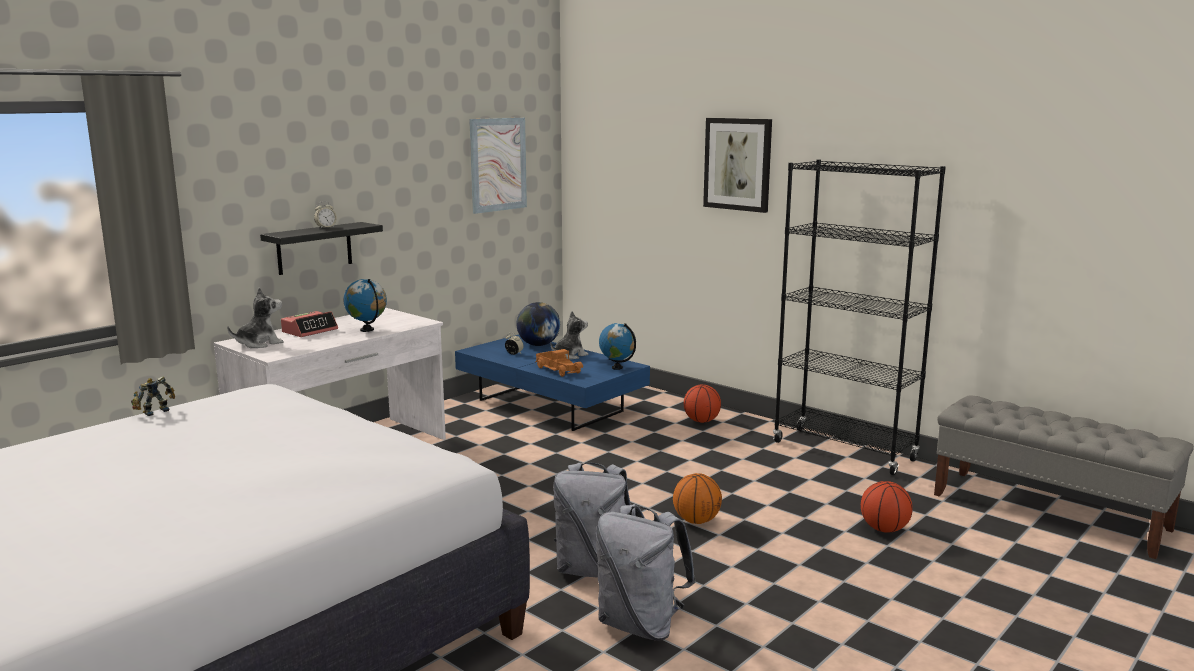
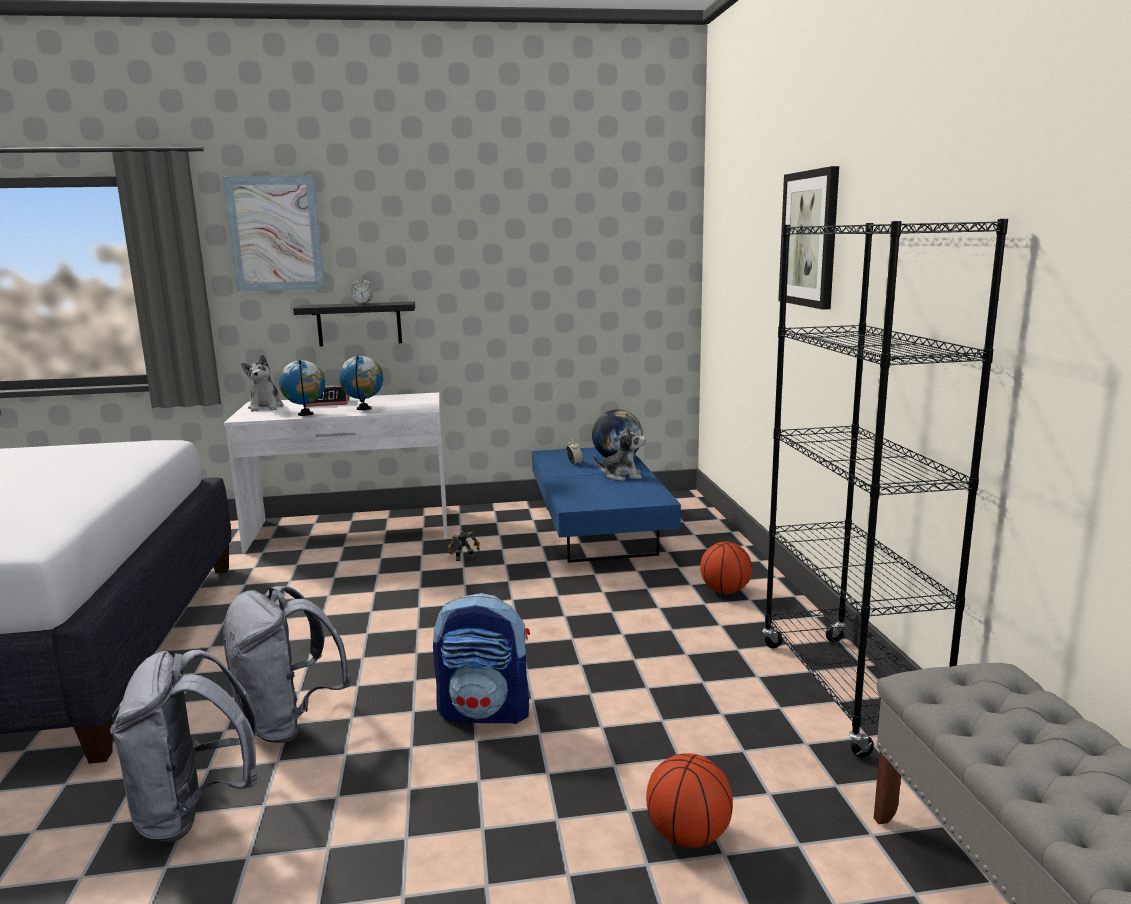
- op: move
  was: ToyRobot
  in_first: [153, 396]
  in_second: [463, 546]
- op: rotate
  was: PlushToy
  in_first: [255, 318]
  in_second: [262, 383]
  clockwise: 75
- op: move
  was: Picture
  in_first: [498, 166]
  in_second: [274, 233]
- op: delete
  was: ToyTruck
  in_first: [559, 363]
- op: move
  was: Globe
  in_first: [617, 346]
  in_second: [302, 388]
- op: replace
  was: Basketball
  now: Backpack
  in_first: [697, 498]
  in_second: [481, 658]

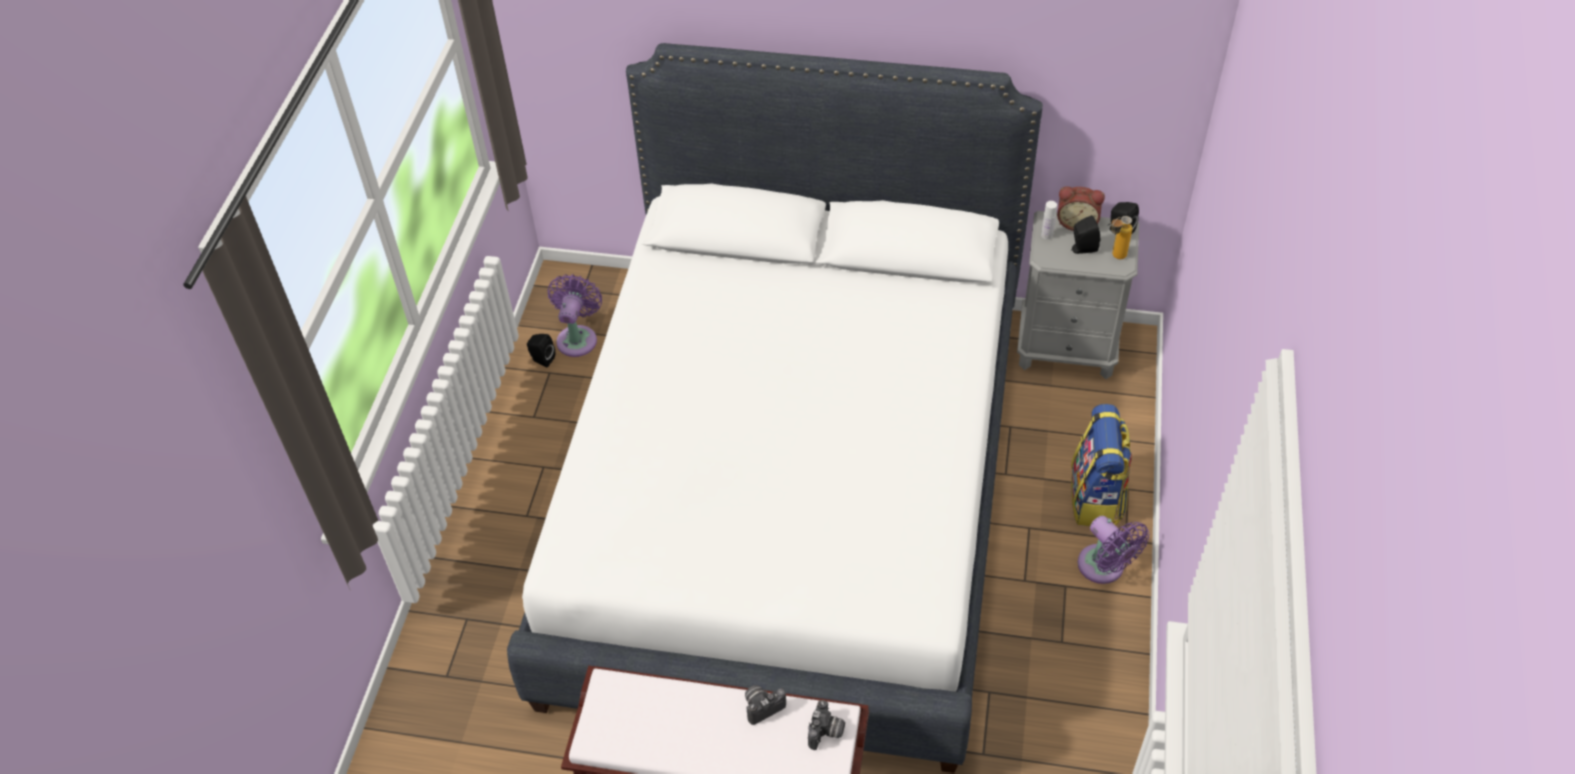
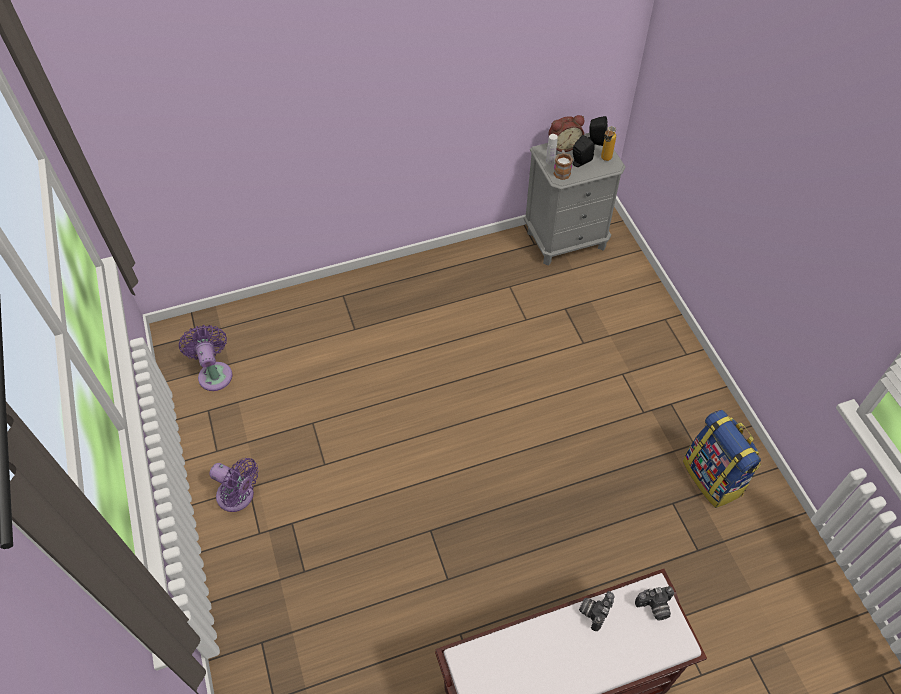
- op: delete
  was: WhiteBed
  in_first: [775, 408]
- op: delete
  was: BlackSpeaker
  in_first: [541, 350]
- op: rotate
  was: PhotoCamera
  in_first: [826, 725]
  in_second: [654, 603]
  clockwise: 90
- op: move
  was: Backpack
  in_first: [1101, 465]
  in_second: [722, 459]
- op: move
  was: PurpleFan
  in_first: [1113, 550]
  in_second: [233, 485]
- op: insert
  now: Mug
  in_second: [563, 165]

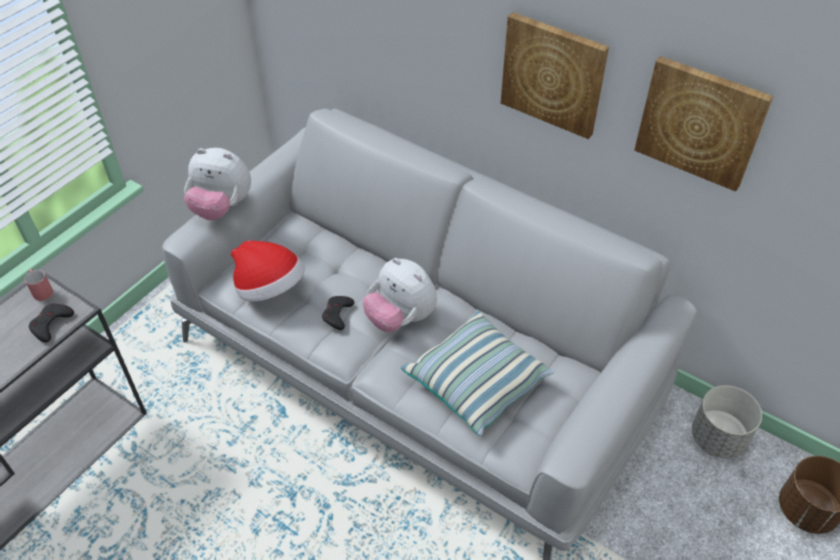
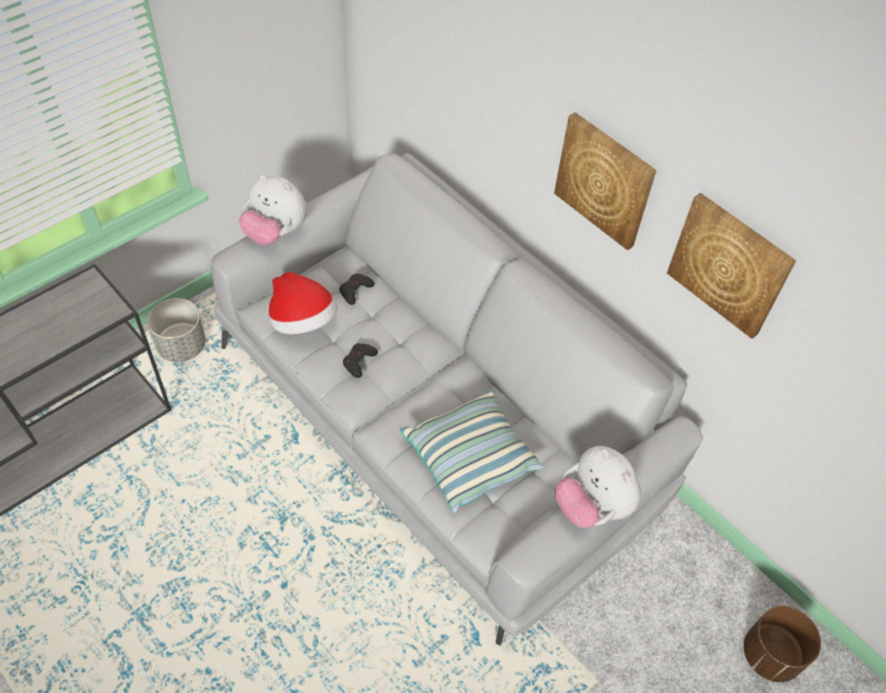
- op: delete
  was: RedMug
  in_first: [38, 285]
- op: move
  was: BlackGameController
  in_first: [51, 323]
  in_second: [357, 289]
- op: move
  was: PlushToy
  in_first: [400, 295]
  in_second: [598, 487]
- op: move
  was: GreyPlanter
  in_first: [727, 421]
  in_second: [176, 330]

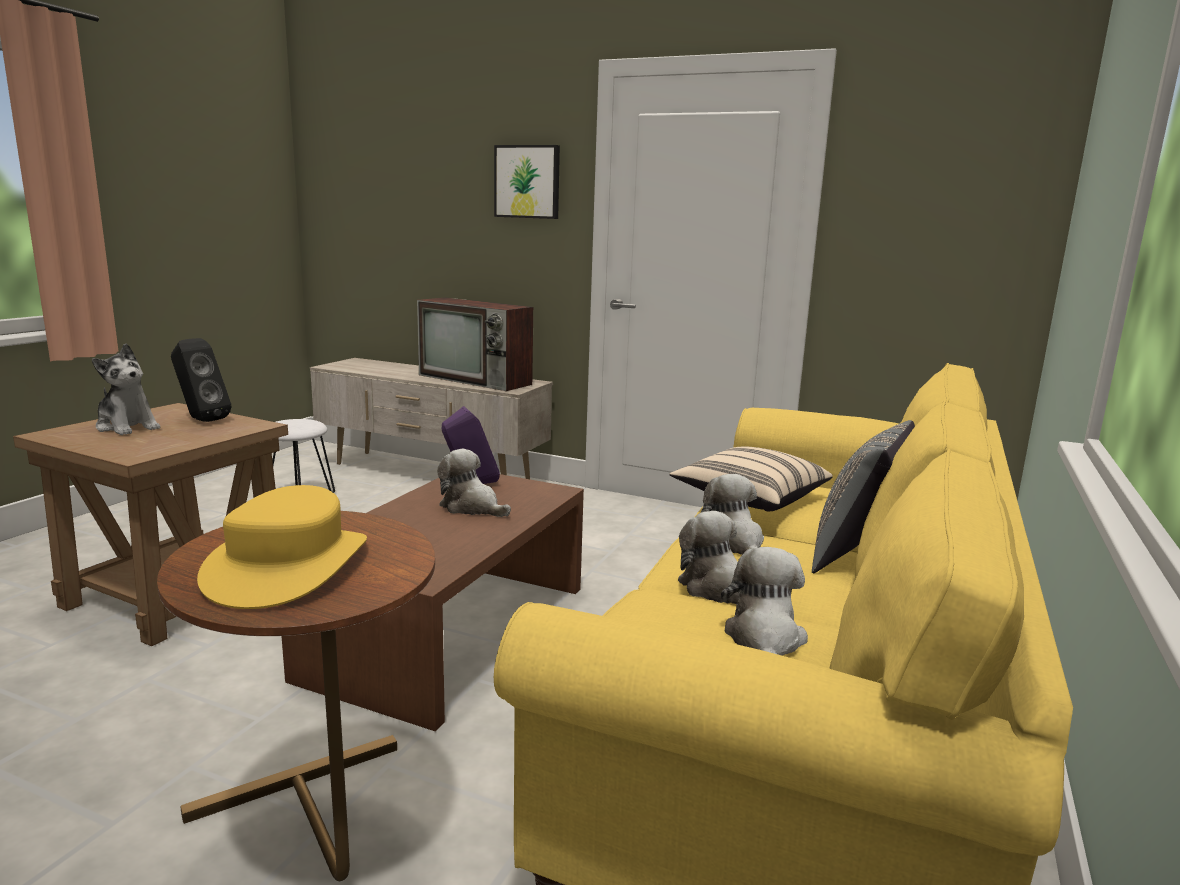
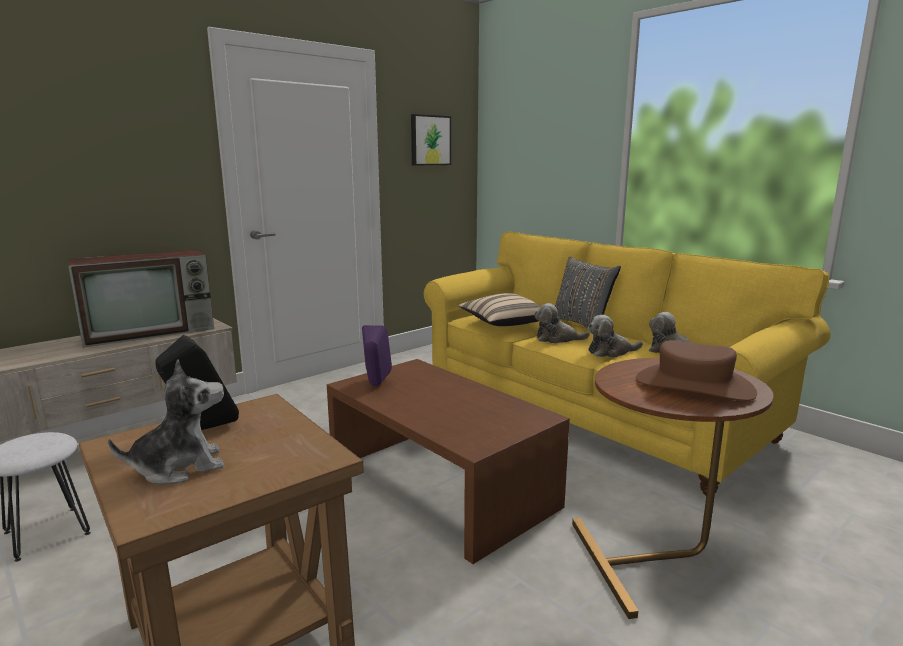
- op: recolor
  was: YellowHat
  now: BrownHat
  in_first: [282, 547]
  in_second: [696, 370]
- op: delete
  was: PlushToy
  in_first: [474, 483]
- op: move
  was: Picture
  in_first: [527, 182]
  in_second: [431, 139]

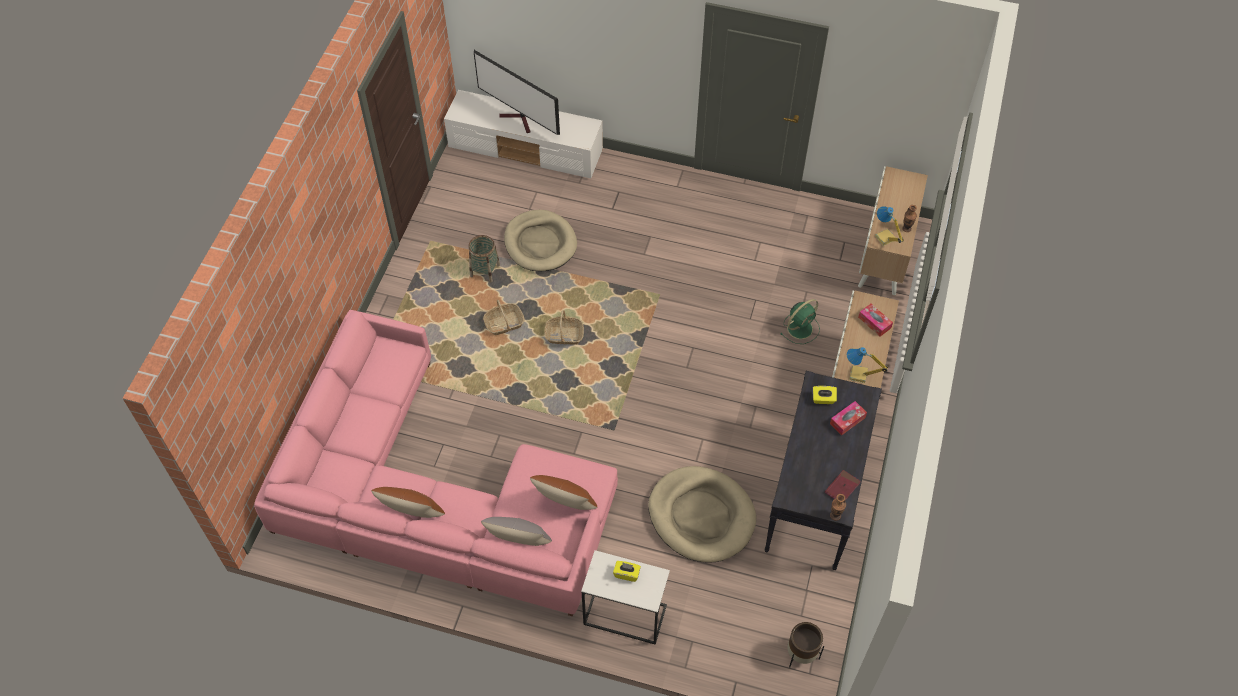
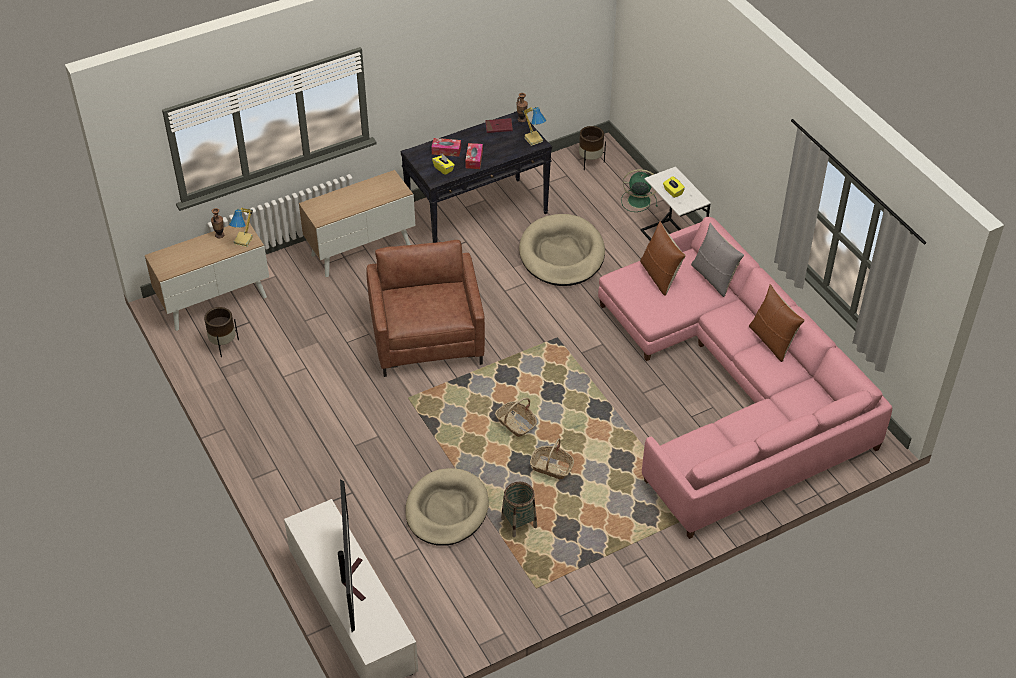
- op: move
  was: GreenFan
  in_first: [800, 321]
  in_second: [639, 190]
- op: move
  was: TableLamp
  in_first: [867, 365]
  in_second: [534, 126]
- op: move
  was: TissueBox
  in_first: [875, 320]
  in_second: [474, 156]
- op: insert
  now: BrownPlanter
  in_second: [221, 332]
- op: insert
  now: BrownArmchair
  in_second: [425, 308]

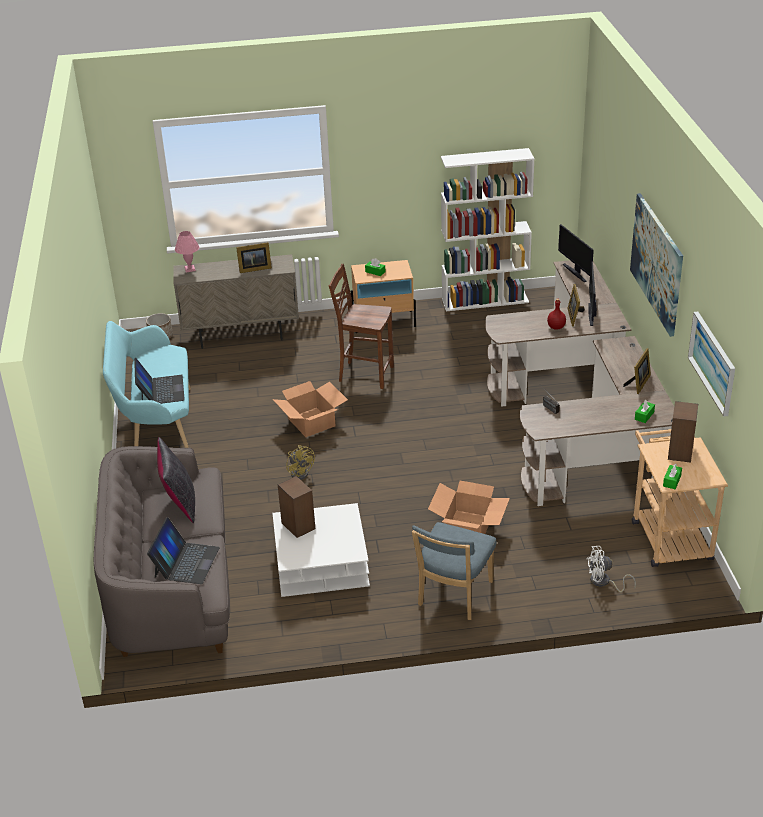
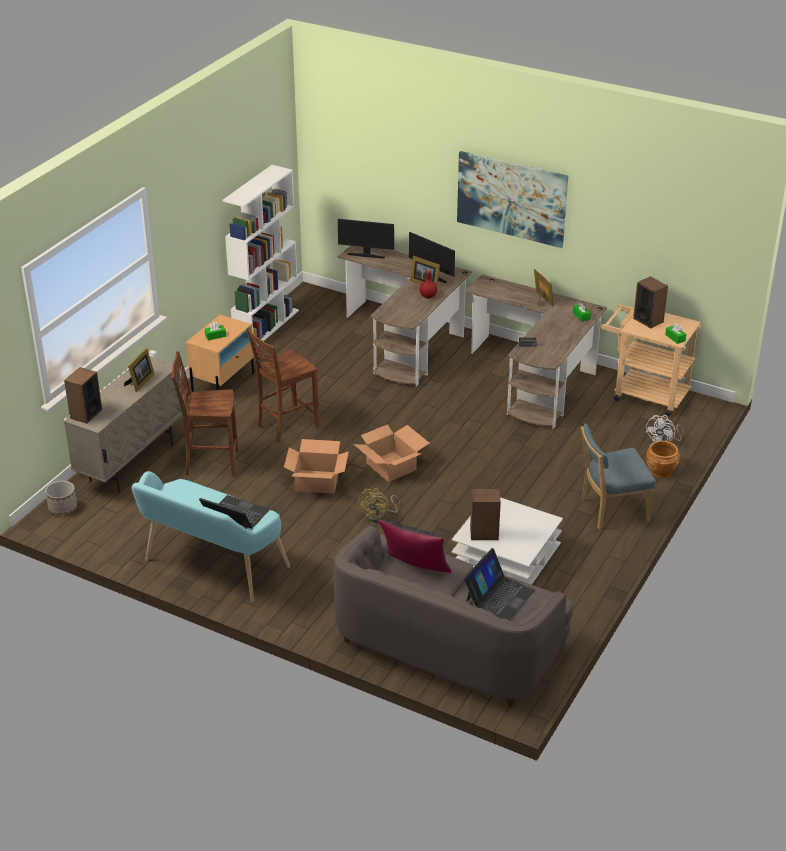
- op: rotate
  was: Laptop
  in_first: [183, 550]
  in_second: [499, 584]
  clockwise: 75
- op: replace
  was: PinkTableLamp
  now: Speaker
  in_first: [187, 252]
  in_second: [83, 395]
- op: rotate
  was: YellowFan
  in_first: [300, 462]
  in_second: [379, 505]
  clockwise: 105
- op: rotate
  was: BlueChair
  in_first: [454, 571]
  in_second: [618, 476]
  clockwise: 105
- op: move
  was: CardboardBox
  in_first: [469, 507]
  in_second: [392, 453]
- op: delete
  was: Picture
  in_first: [711, 364]
- op: insert
  now: BrownChair
  in_second: [205, 414]
- op: insert
  now: BrownPlanter
  in_second: [663, 459]

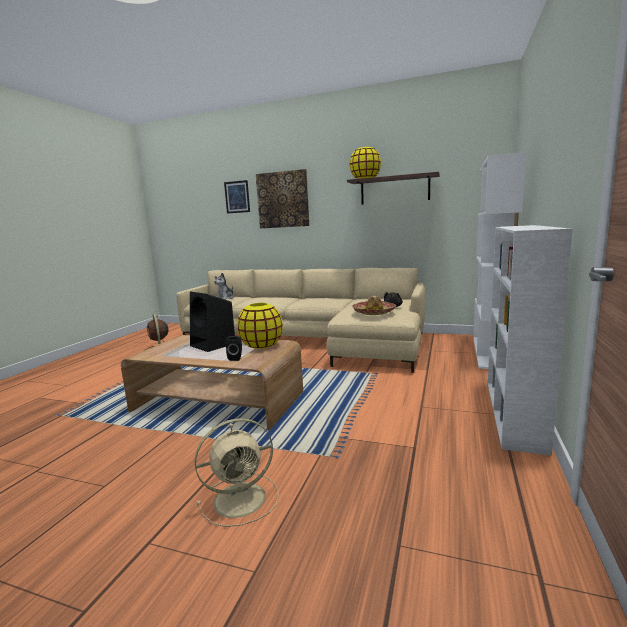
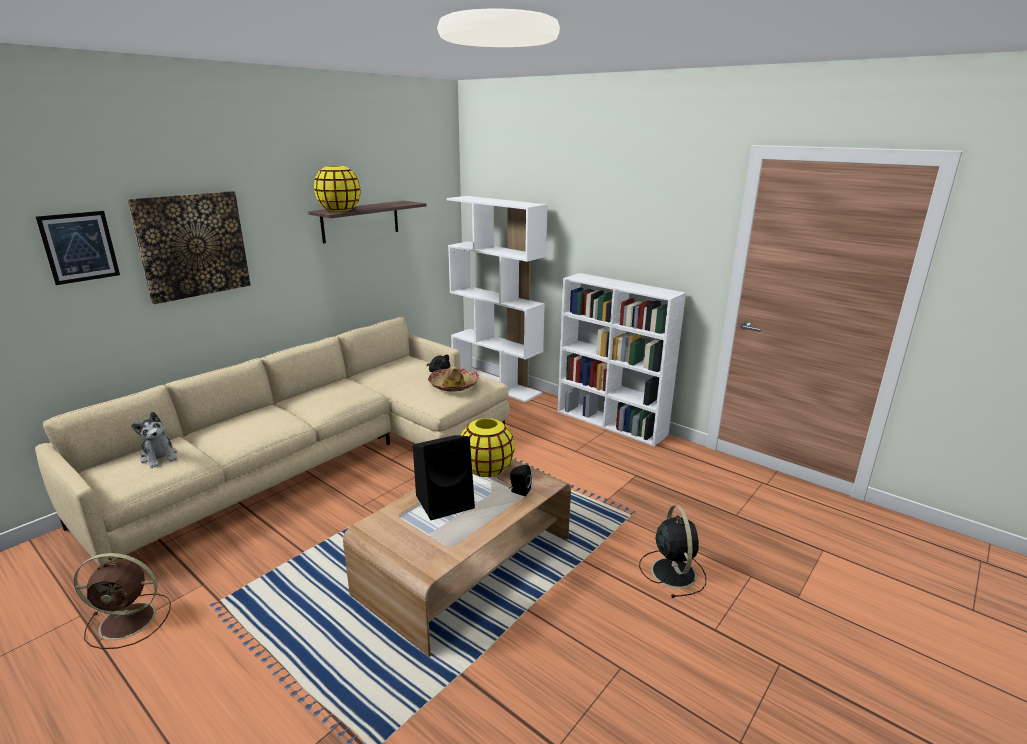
- op: recolor
  was: BeigeFan
  now: BlackFan
  in_first: [237, 472]
  in_second: [672, 551]

